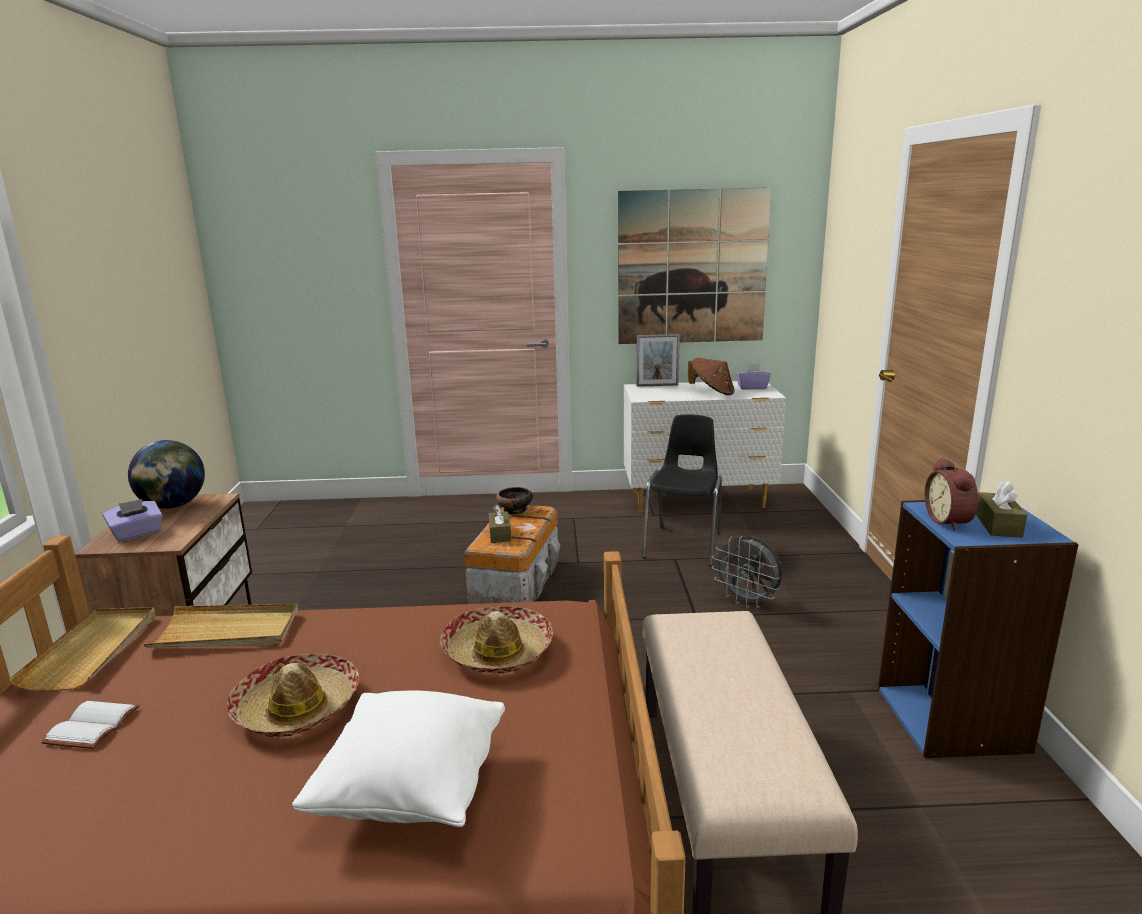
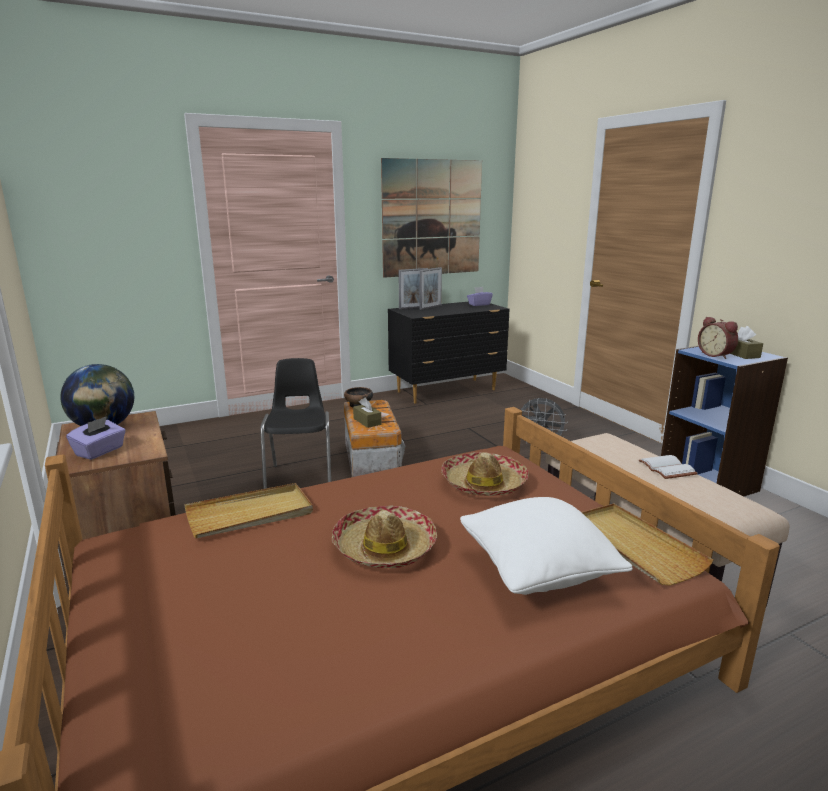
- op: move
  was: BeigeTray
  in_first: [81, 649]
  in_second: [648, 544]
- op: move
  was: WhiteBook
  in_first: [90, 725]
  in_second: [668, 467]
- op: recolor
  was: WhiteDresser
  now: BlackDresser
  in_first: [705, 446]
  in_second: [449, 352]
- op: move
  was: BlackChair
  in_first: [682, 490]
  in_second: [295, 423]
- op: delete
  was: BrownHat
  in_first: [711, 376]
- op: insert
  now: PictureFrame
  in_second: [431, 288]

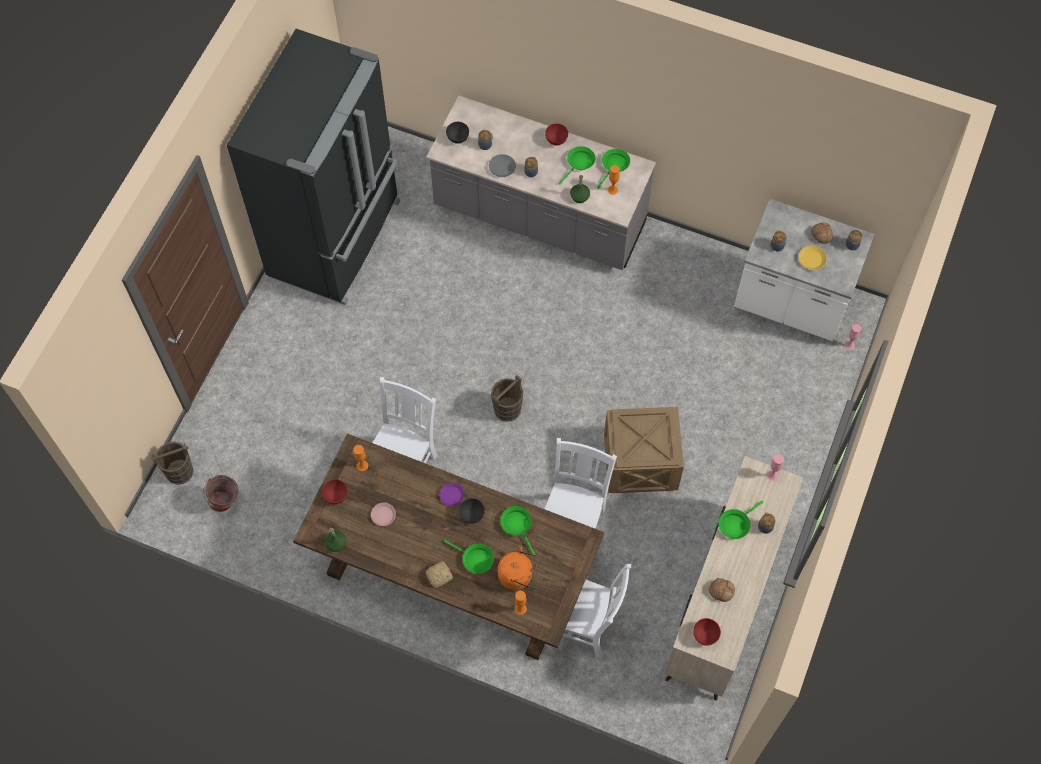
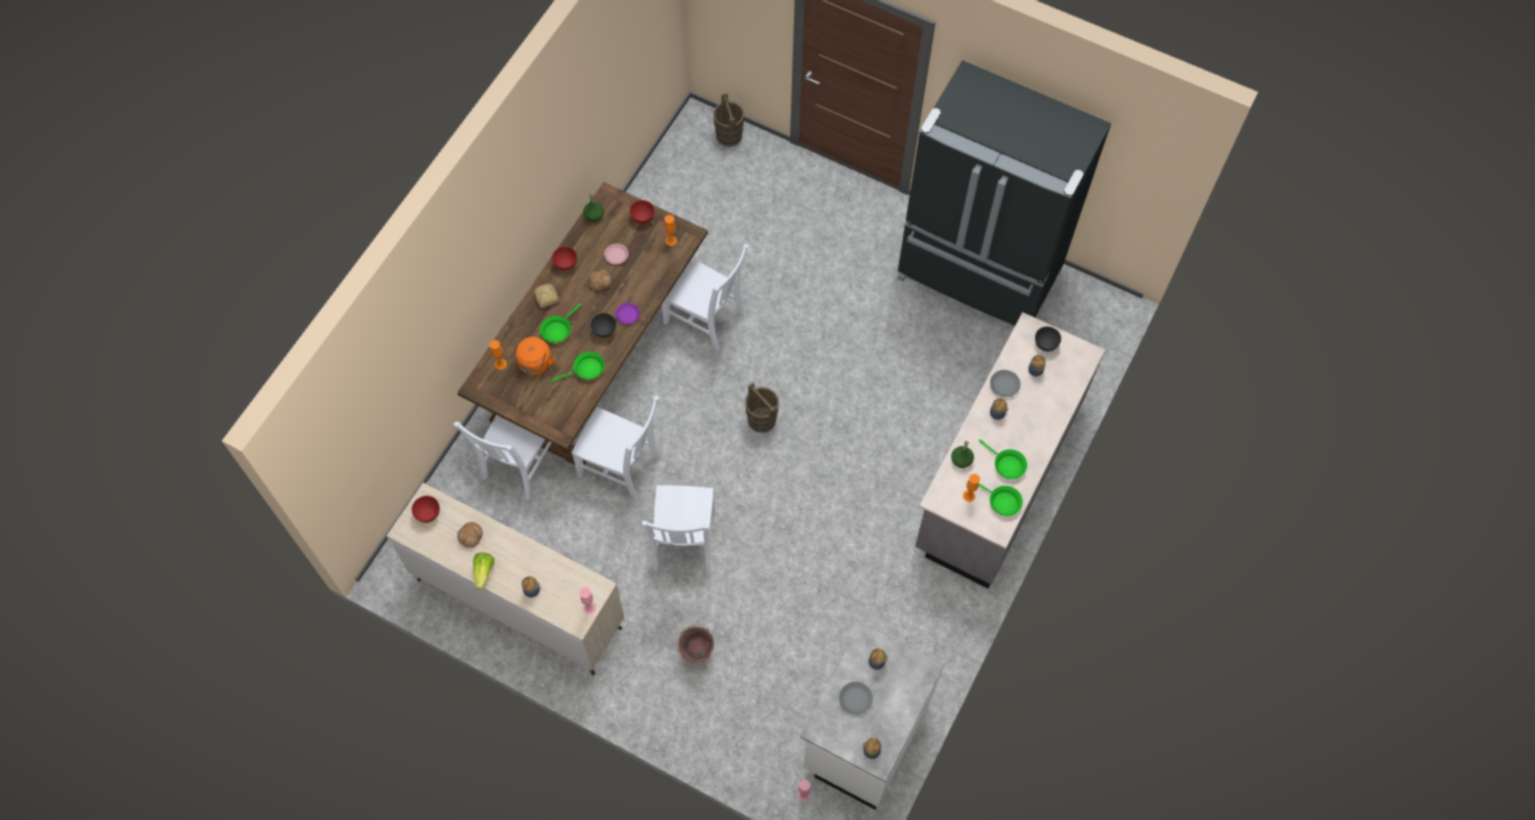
- op: move
  was: Bucket
  in_first: [220, 493]
  in_second: [695, 643]
- op: move
  was: RedBowl
  in_first: [556, 134]
  in_second: [564, 258]
- op: replace
  was: Crate
  now: WhiteChair
  in_first: [644, 450]
  in_second: [678, 529]
- op: delete
  was: GreenFryingPan
  in_first: [740, 520]
- op: recolor
  was: YellowPlate
  now: GreyPlate
  in_first: [812, 257]
  in_second: [856, 698]
- op: move
  was: Bread
  in_first: [822, 233]
  in_second: [600, 280]
- op: insert
  now: Lettuce
  in_second: [484, 571]

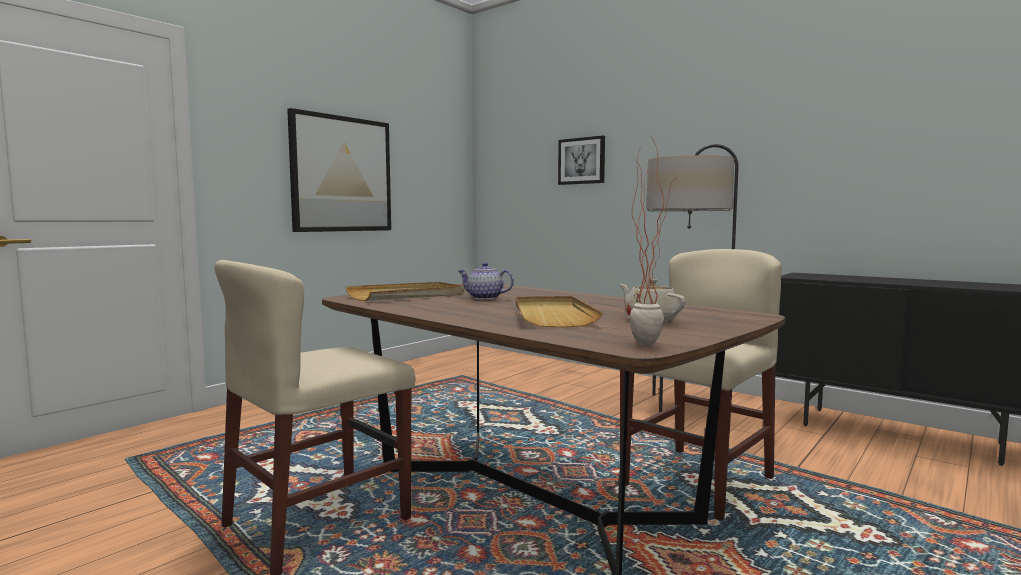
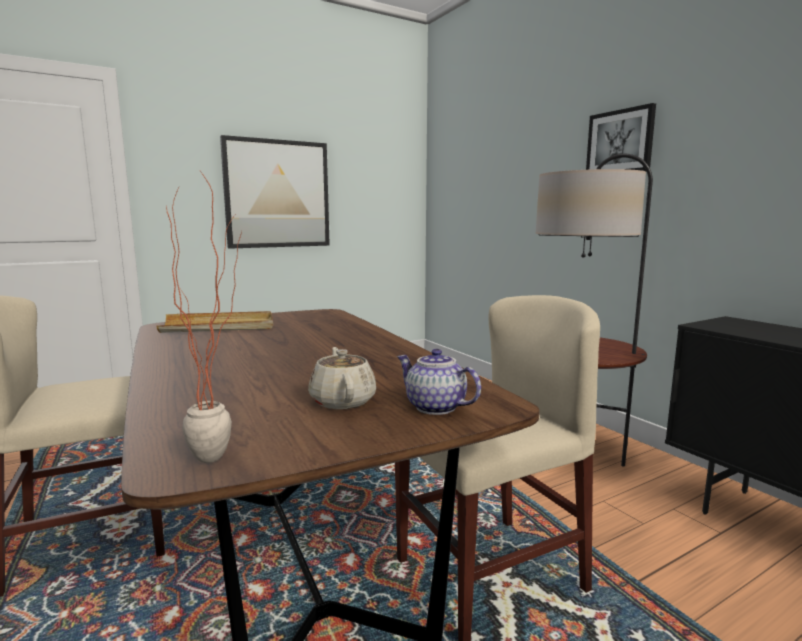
- op: move
  was: Teapot
  in_first: [486, 281]
  in_second: [439, 382]
- op: delete
  was: BeigeTray
  in_first: [559, 312]
- op: move
  was: Picture
  in_first: [581, 160]
  in_second: [621, 137]

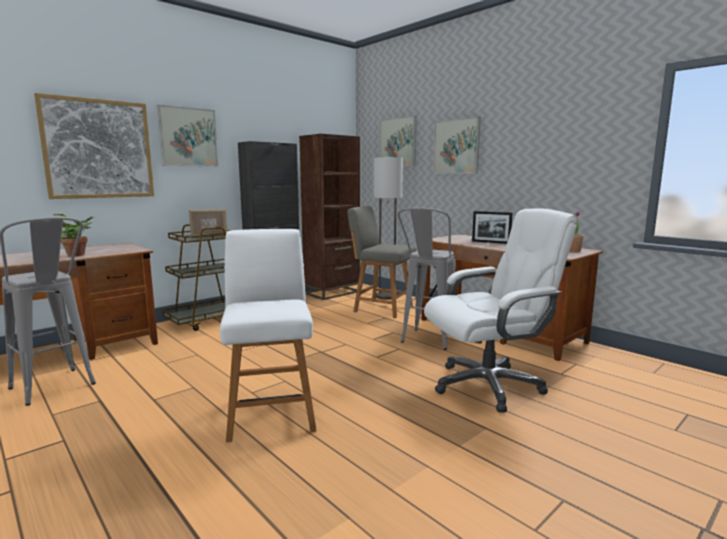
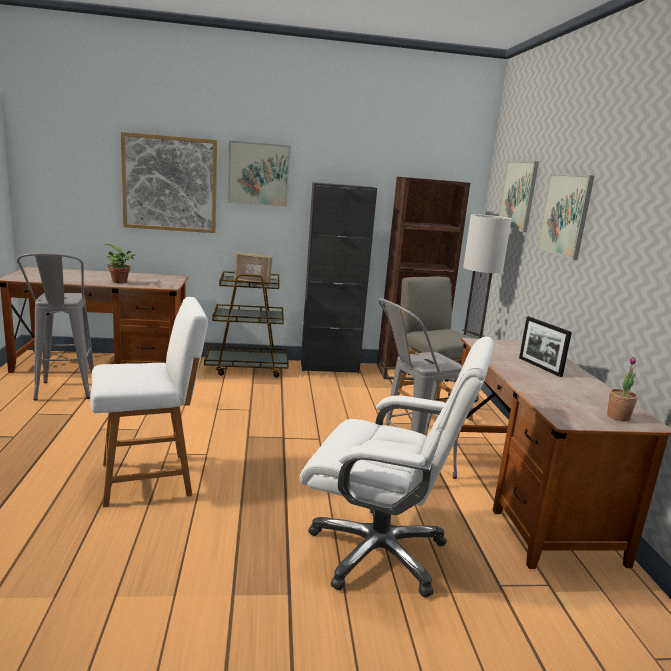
- op: rotate
  was: WhiteChair
  in_first: [268, 335]
  in_second: [149, 402]
  clockwise: 45

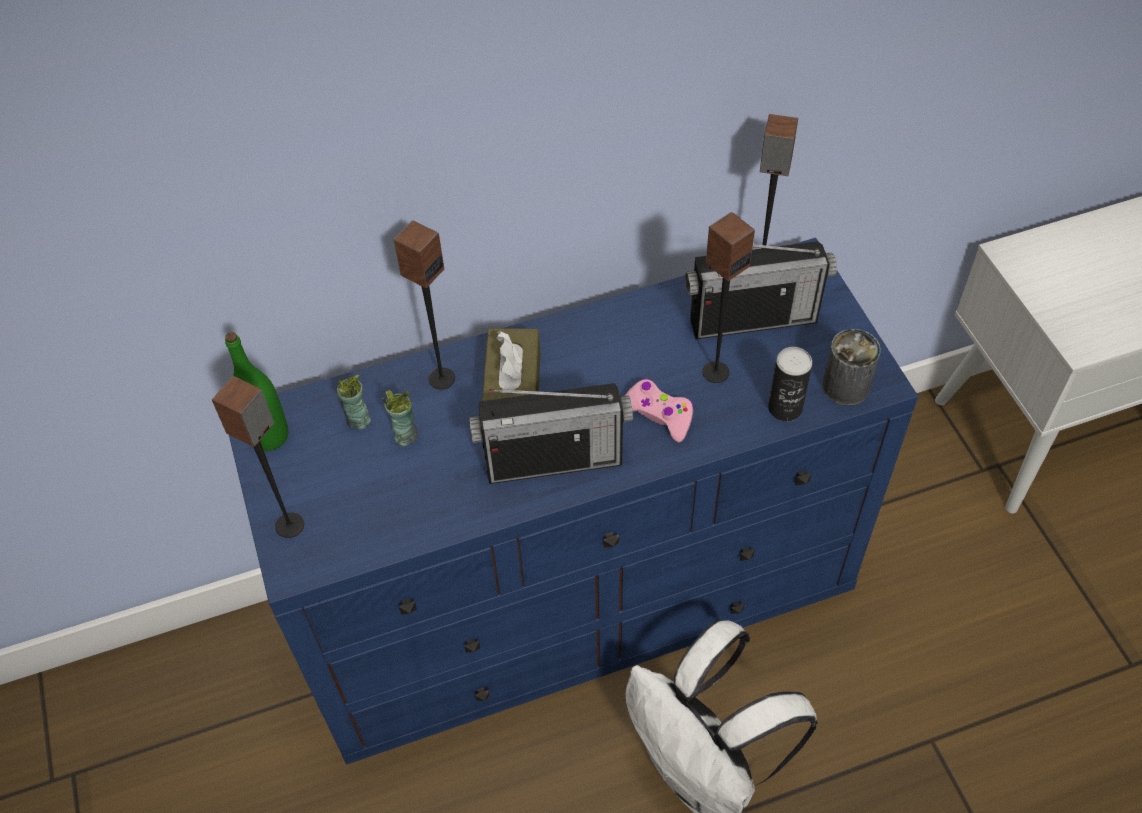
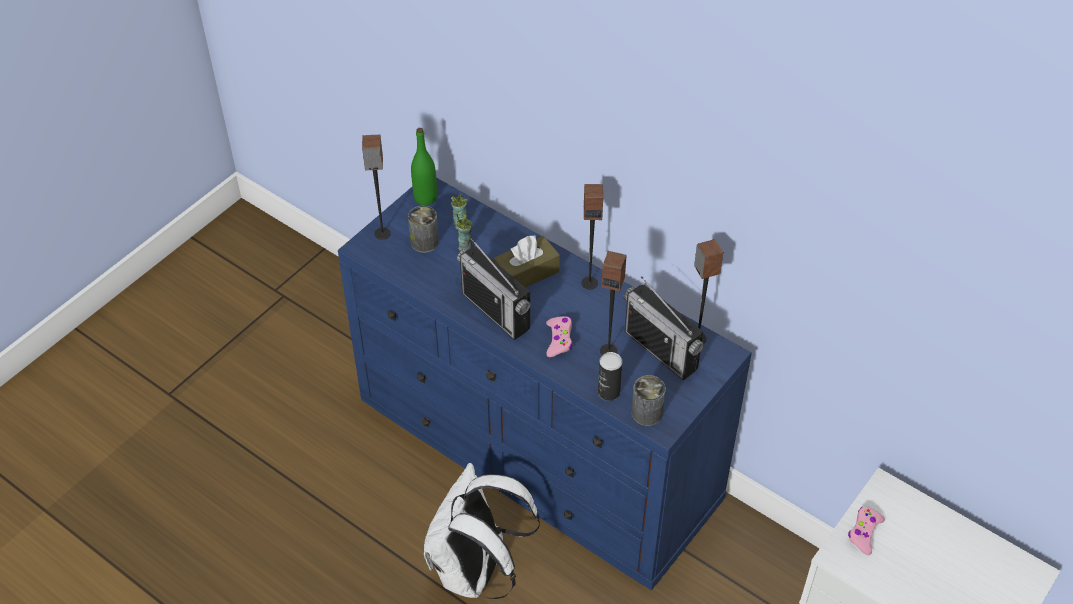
- op: move
  was: Speaker
  in_first: [424, 304]
  in_second: [592, 236]
- op: insert
  now: Can
  in_second: [423, 229]
- op: insert
  now: PinkGameController
  in_second: [866, 531]

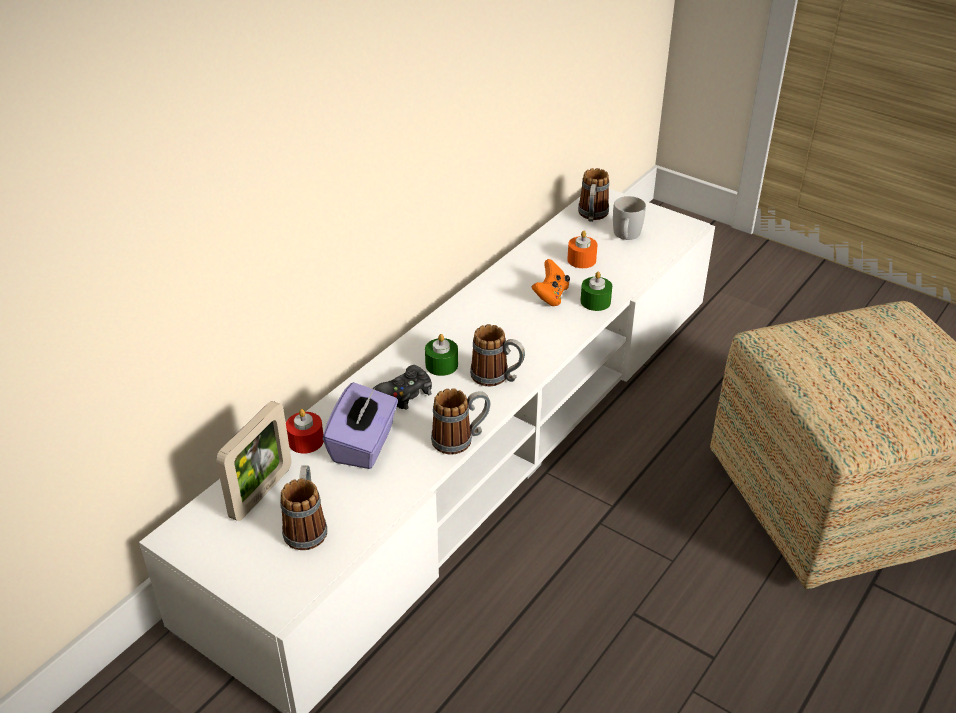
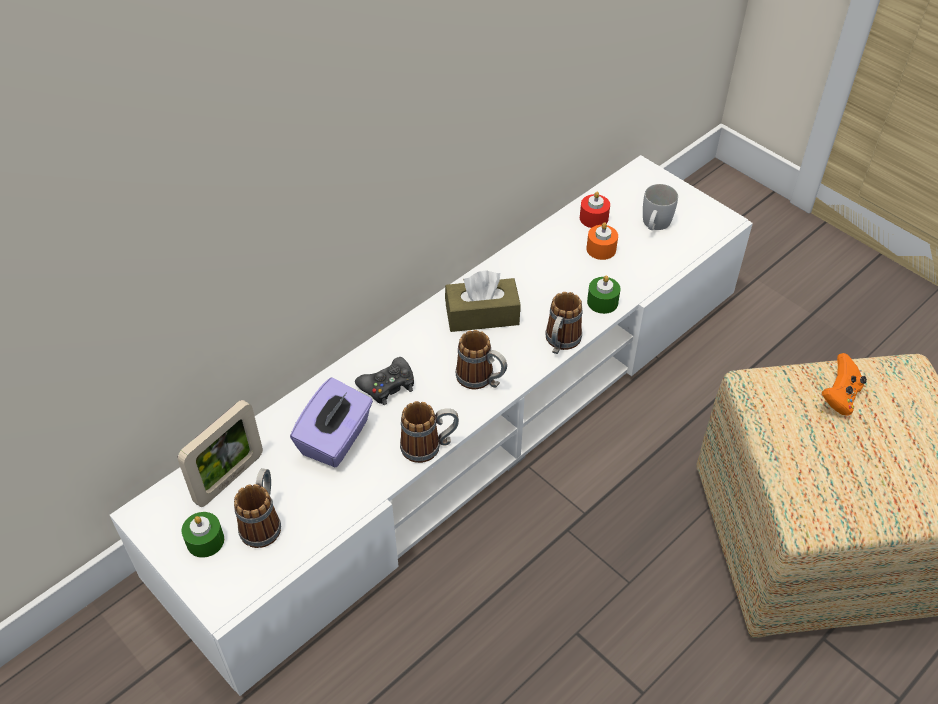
- op: move
  was: RedCandle
  in_first: [305, 431]
  in_second: [595, 210]
- op: move
  was: GreenCandle
  in_first: [441, 355]
  in_second: [203, 535]
- op: move
  was: OrangeGameController
  in_first: [551, 282]
  in_second: [844, 384]
- op: move
  was: Mug
  in_first: [593, 195]
  in_second: [563, 323]
- op: insert
  now: BrownTissueBox
  in_second: [483, 301]

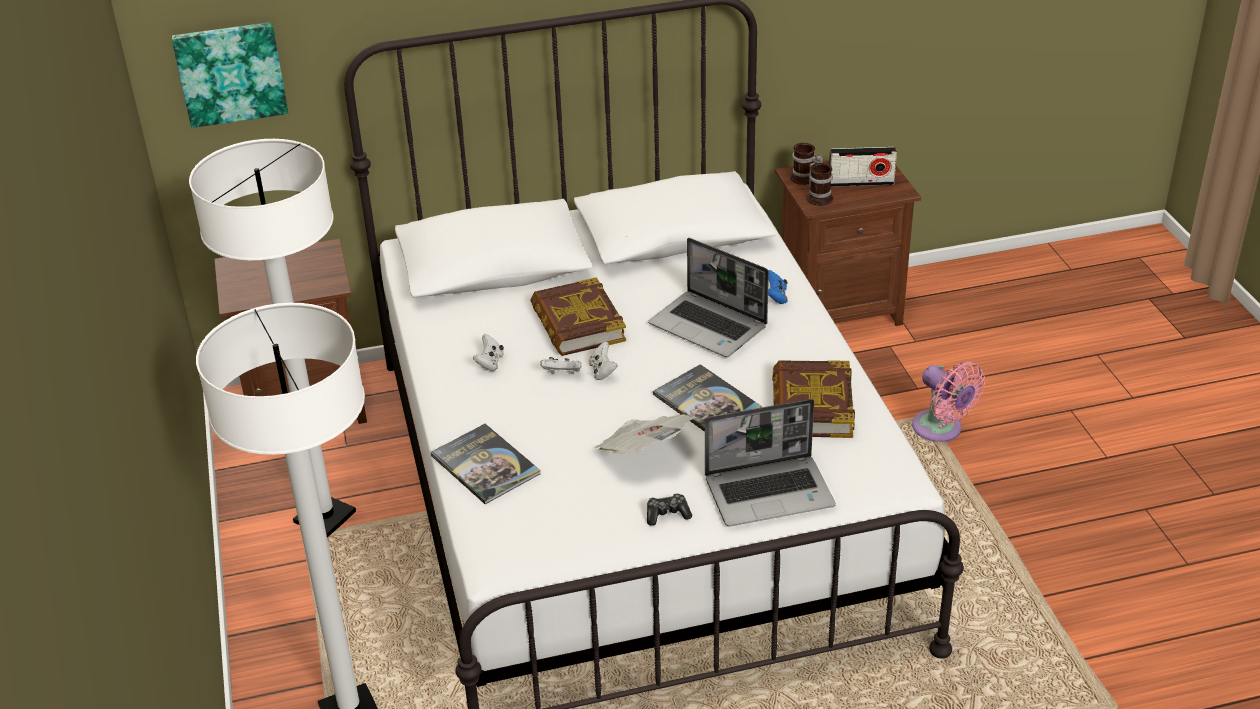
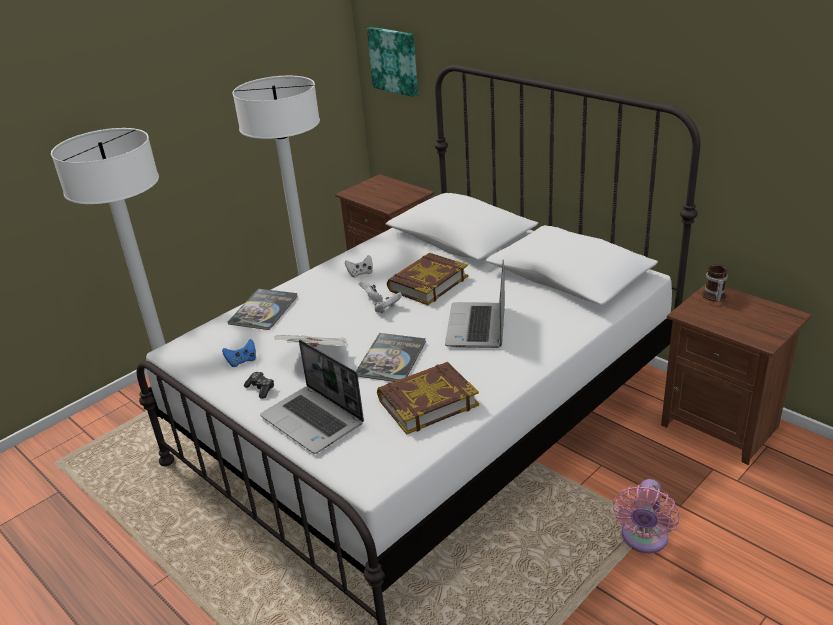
- op: move
  was: BlueGameController
  in_first: [778, 287]
  in_second: [239, 353]
- op: delete
  was: Mug
  in_first: [820, 184]
- op: delete
  was: Radio
  in_first: [863, 167]

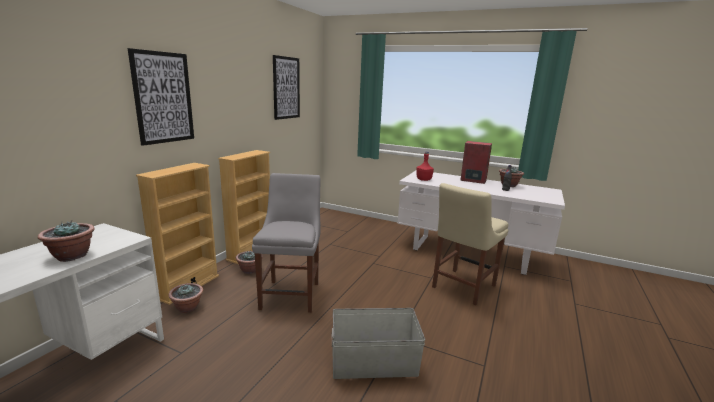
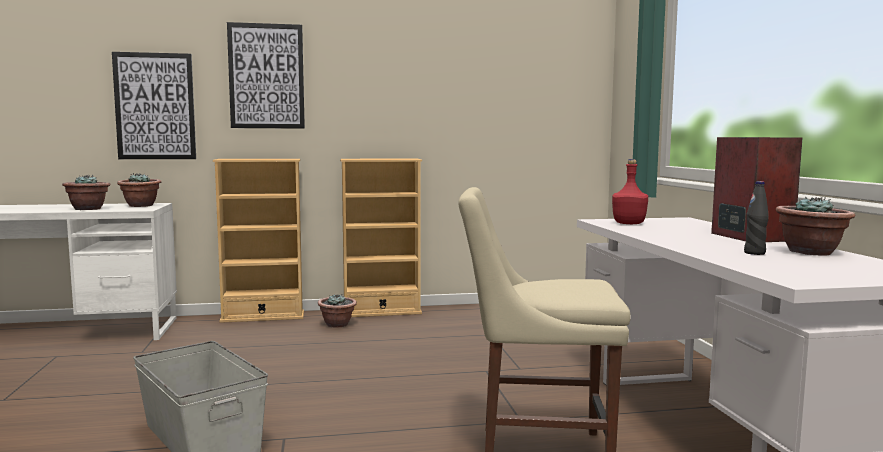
- op: move
  was: PottedPlant
  in_first: [185, 298]
  in_second: [139, 190]
- op: delete
  was: GreyChair
  in_first: [286, 243]
- op: move
  was: Picture
  in_first: [286, 87]
  in_second: [154, 105]

